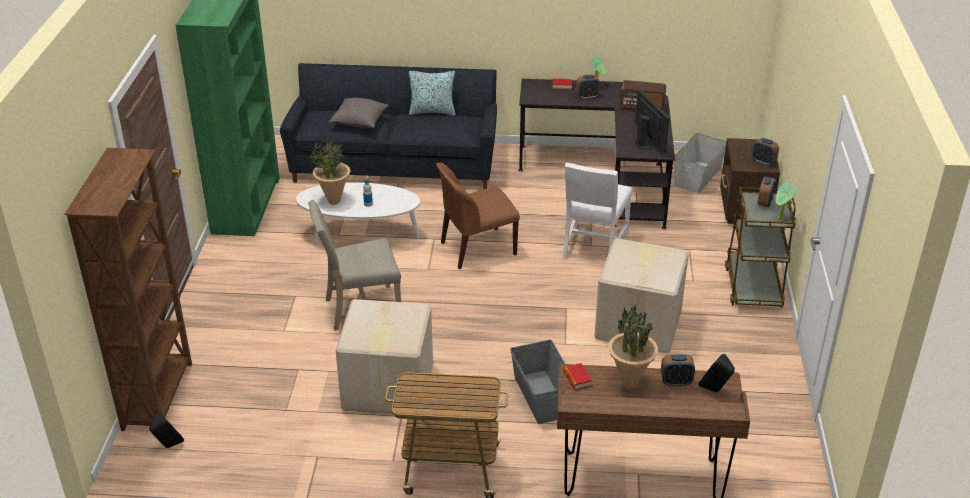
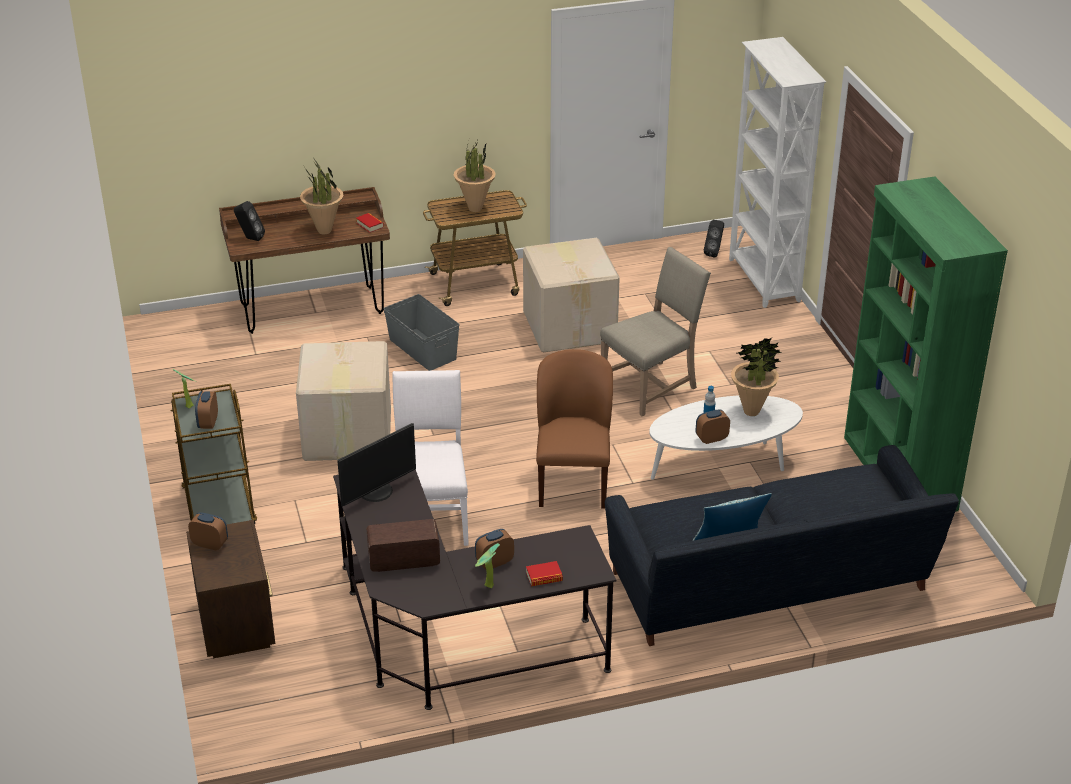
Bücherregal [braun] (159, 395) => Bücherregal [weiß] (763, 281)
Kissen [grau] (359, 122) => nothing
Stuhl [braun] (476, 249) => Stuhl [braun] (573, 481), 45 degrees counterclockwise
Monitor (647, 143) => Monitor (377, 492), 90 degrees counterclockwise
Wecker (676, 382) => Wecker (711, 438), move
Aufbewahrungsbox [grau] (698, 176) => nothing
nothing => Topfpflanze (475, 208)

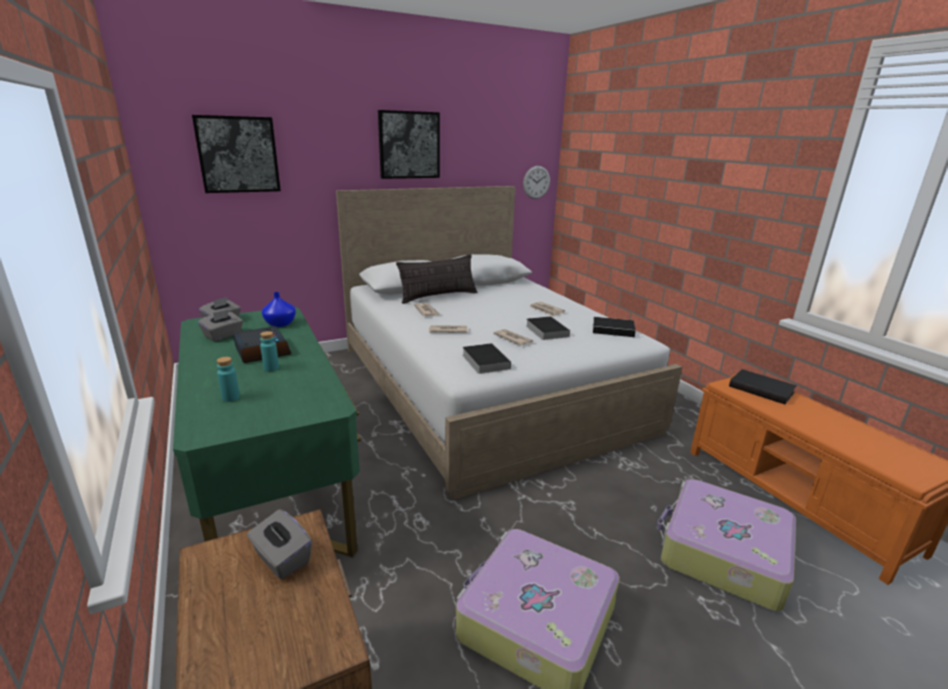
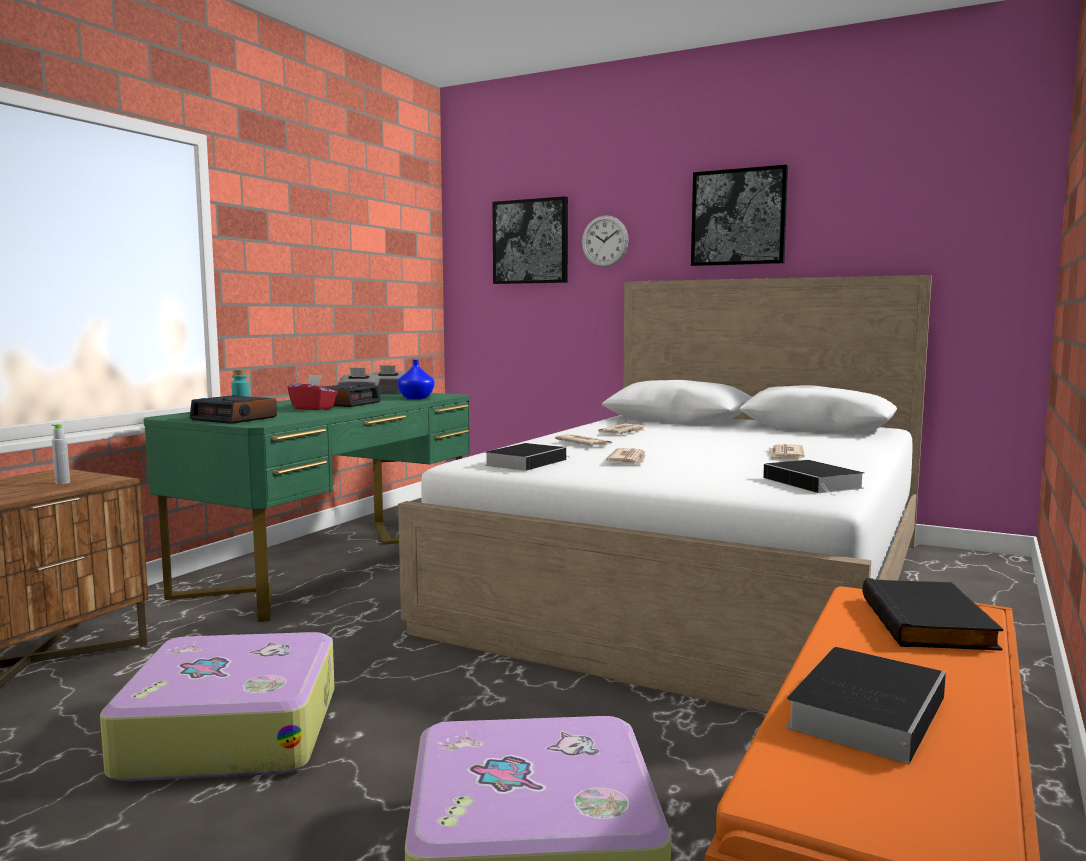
Taschentuchbox [grau] (281, 559) => Flasche [grau] (62, 483)
Flasche [türkis] (271, 368) => Taschentuchbox [rot] (313, 408)
Kissen (438, 296) => nothing
Wanduhr (536, 182) => Wanduhr (604, 241), move
Buch (545, 330) => Buch (867, 710), move
nothing => Wecker (235, 418)

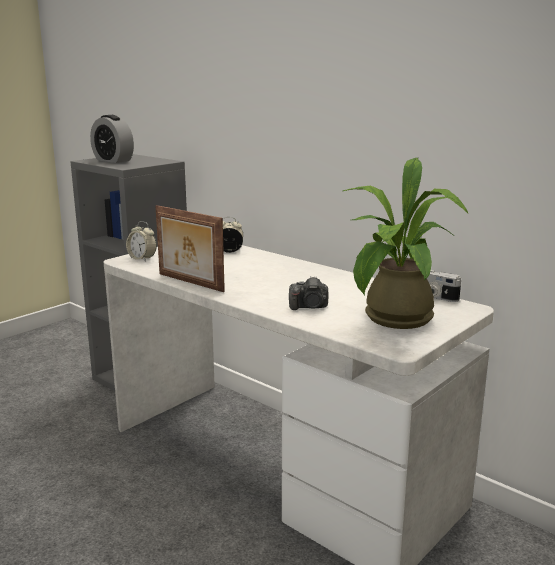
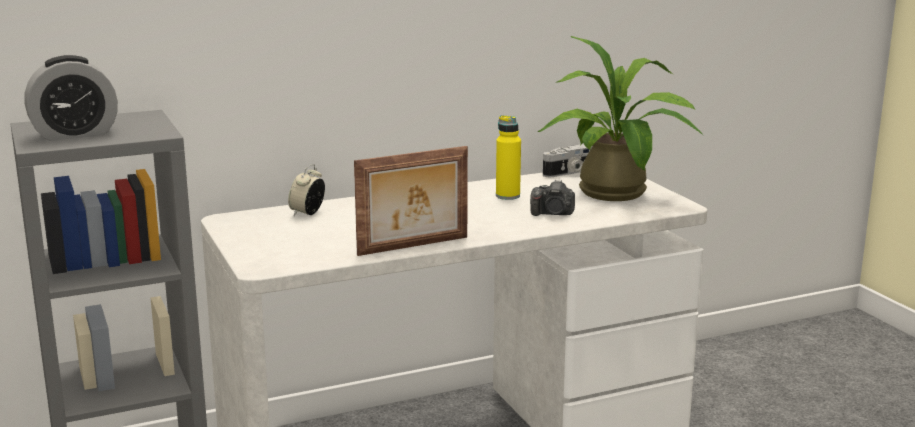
Wecker (142, 259) => nothing
Kamera (309, 307) => Kamera (553, 214), 75 degrees clockwise
nothing => Flasche [gelb] (507, 196)

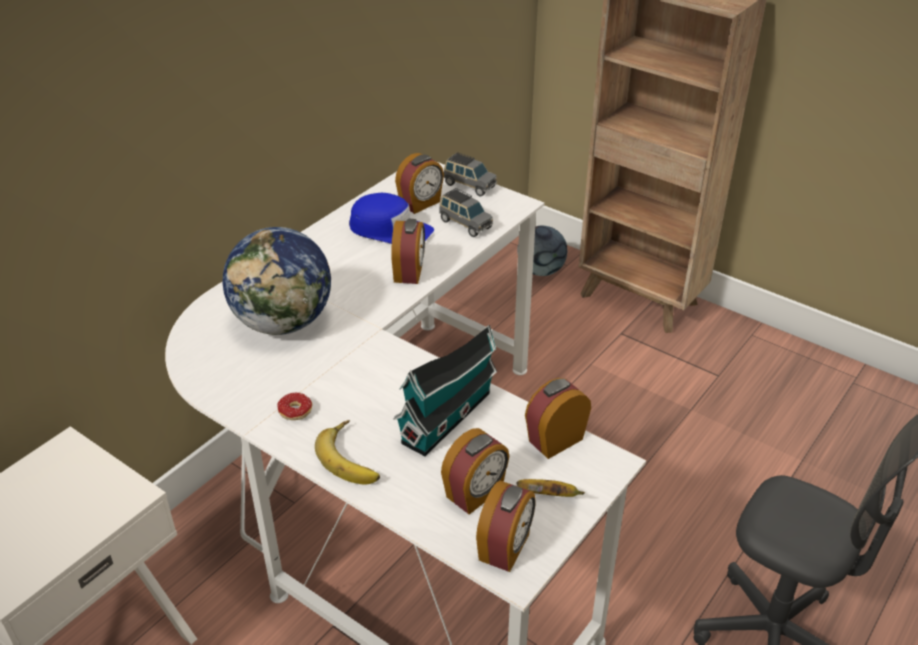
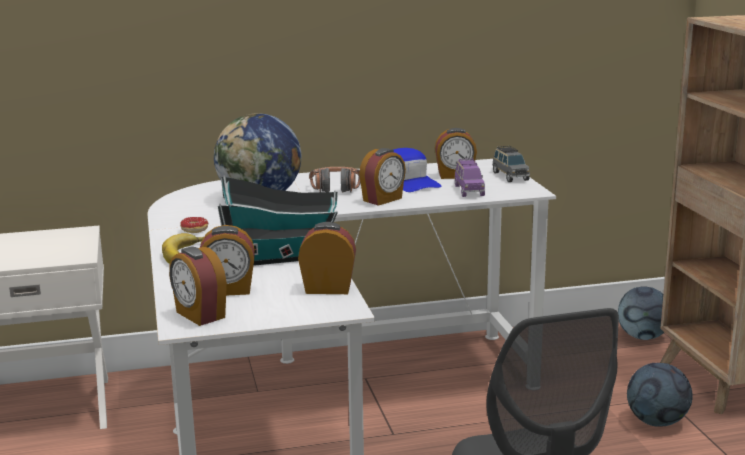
Spielzeugauto [grau] (465, 224) => Spielzeugauto [lila] (469, 190)
Wecker (505, 548) => Wecker (199, 315), 75 degrees clockwise
Banane (549, 495) => nothing
nothing => Kopfhörer (335, 188)
nothing => Fußball (657, 422)

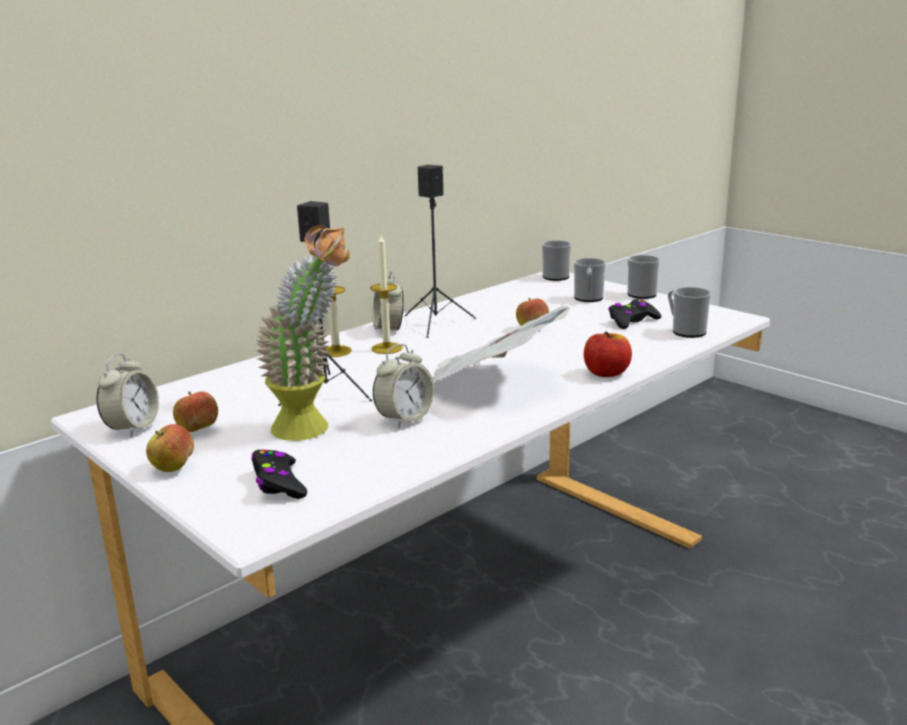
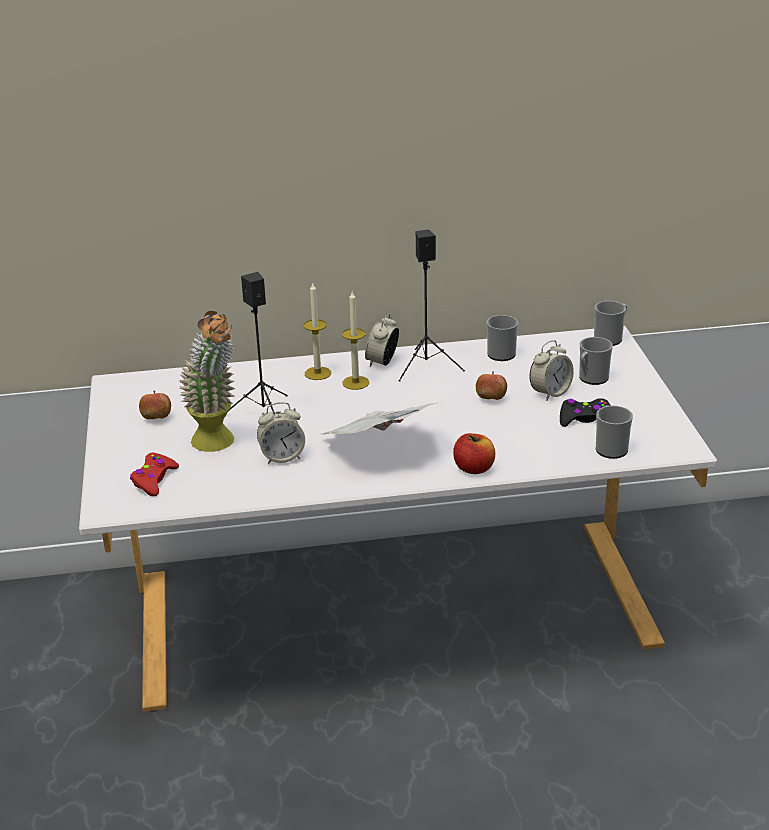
Wecker (133, 427) => Wecker (550, 393), move
Apfel (173, 468) => nothing
Gamepad [schwarz] (278, 483) => Gamepad [rot] (154, 480)
Henkelbecher (639, 293) => Henkelbecher (501, 352), move

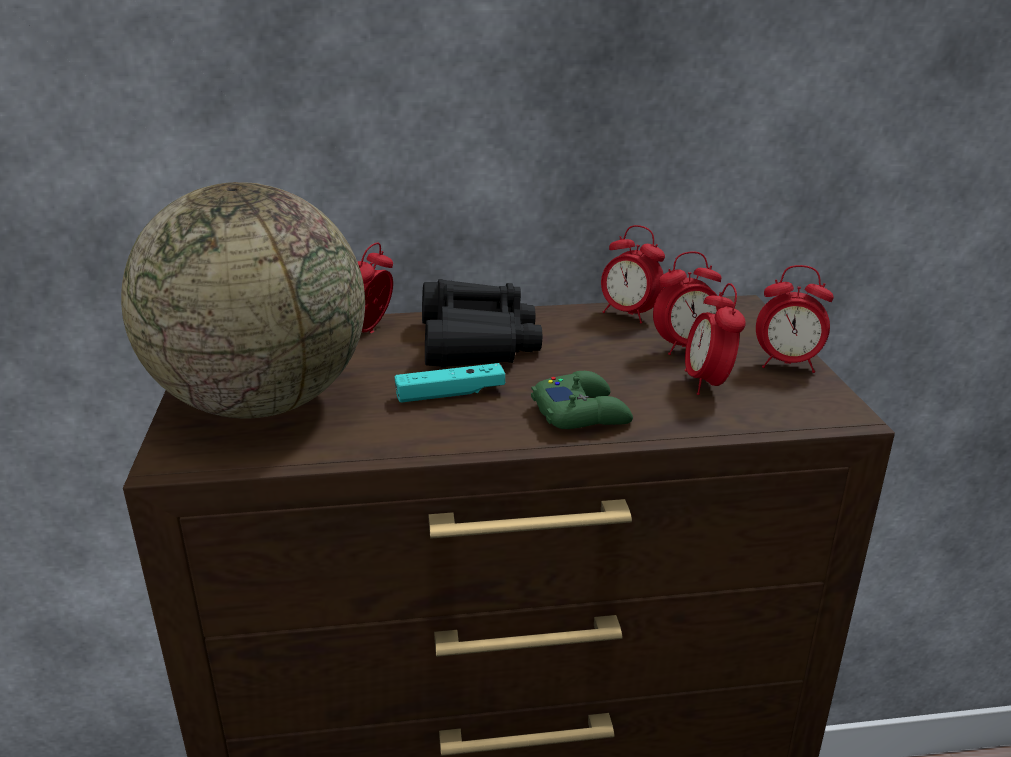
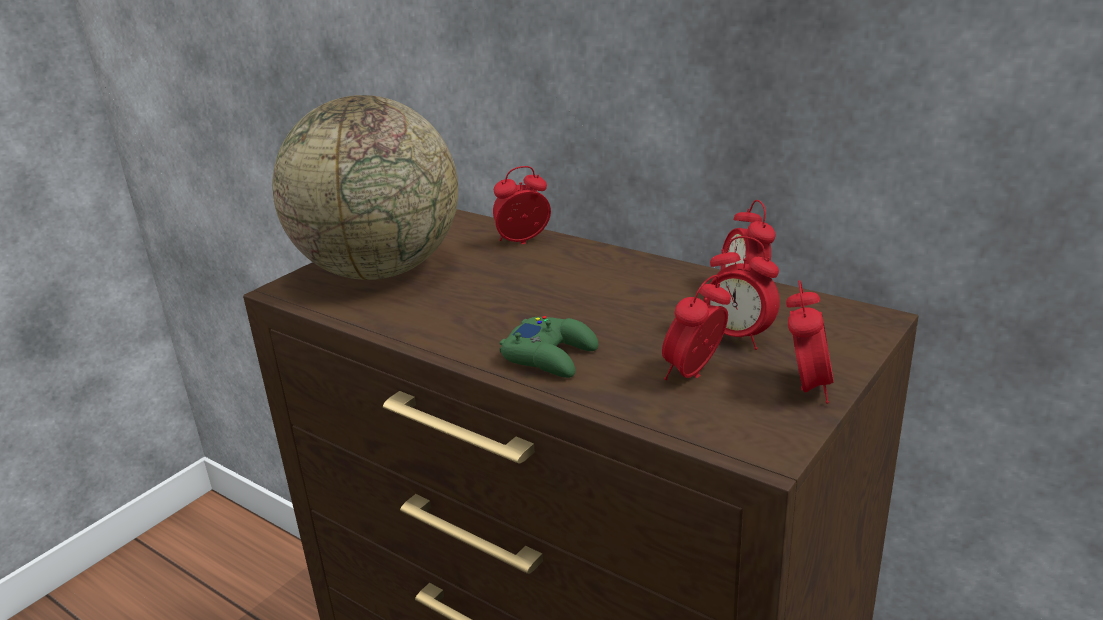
Gamepad [türkis] (450, 394) => nothing
Fernglas [schwarz] (476, 343) => nothing
Wecker (787, 364) => Wecker (806, 388), 135 degrees counterclockwise

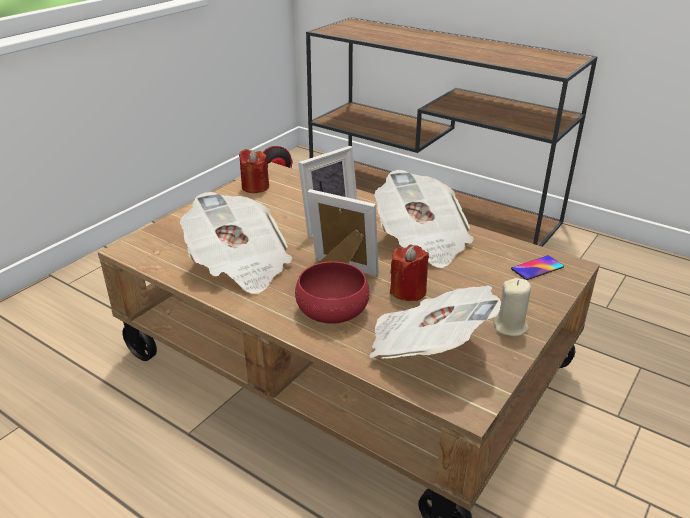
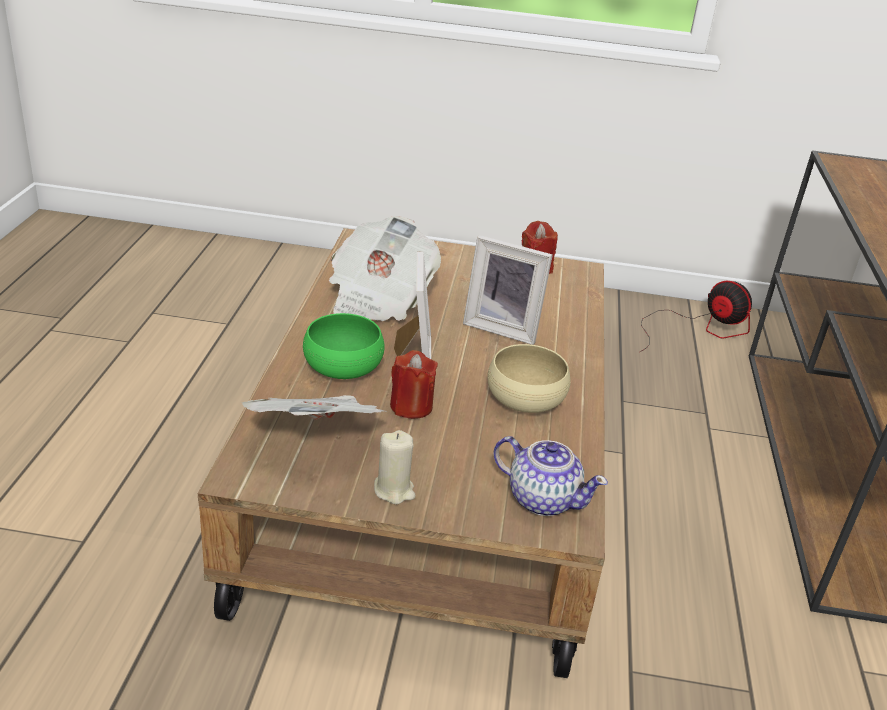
Schüssel [rot] (332, 310) => Schüssel [grün] (343, 366)
Zeitung (422, 241) => Schüssel [beige] (525, 398)
Handy (537, 268) => Teekanne (542, 499)

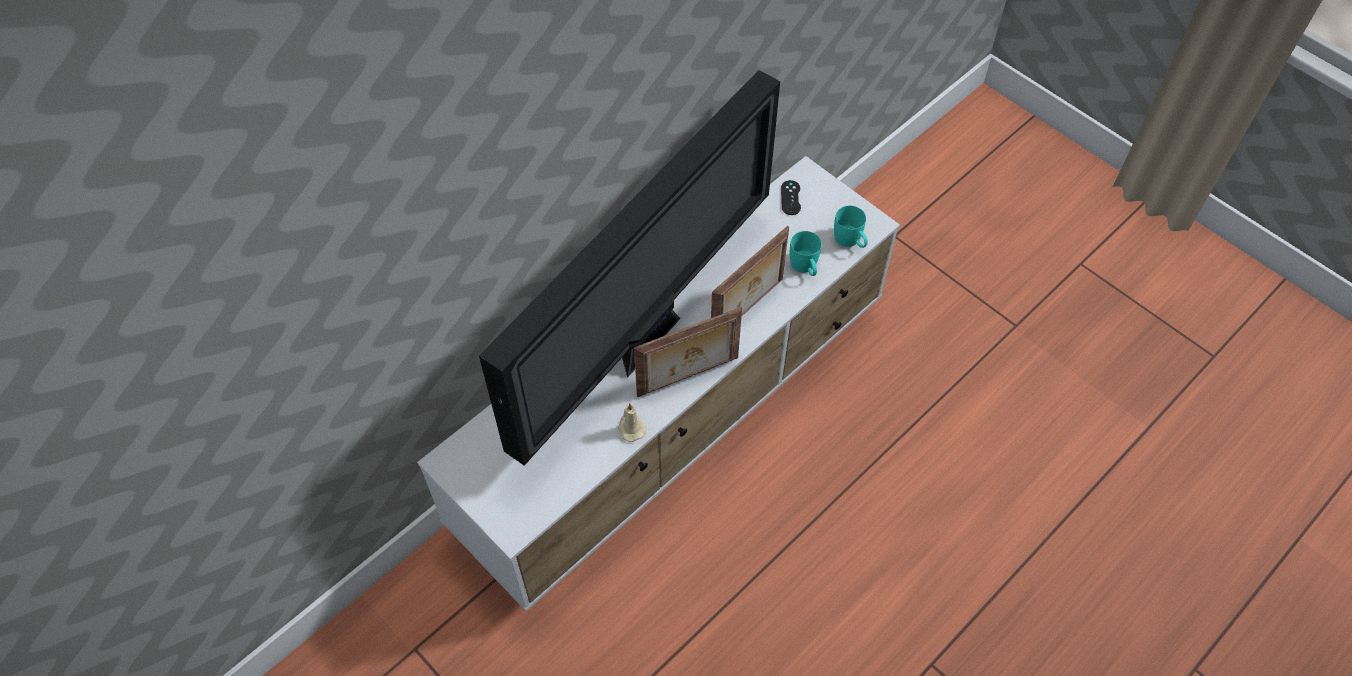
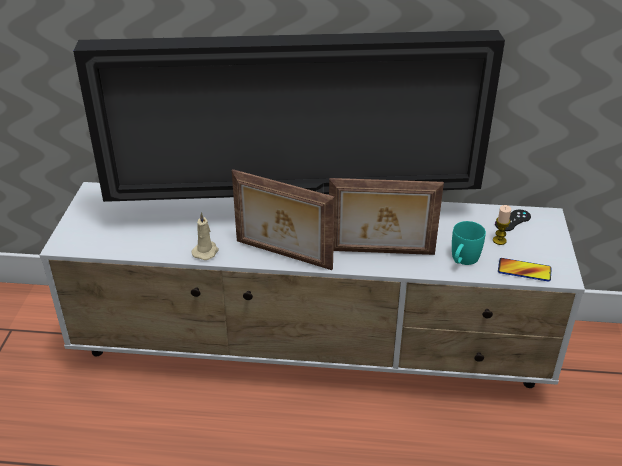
Henkelbecher [türkis] (850, 241) => Handy (524, 270)
nothing => Kerze (499, 240)

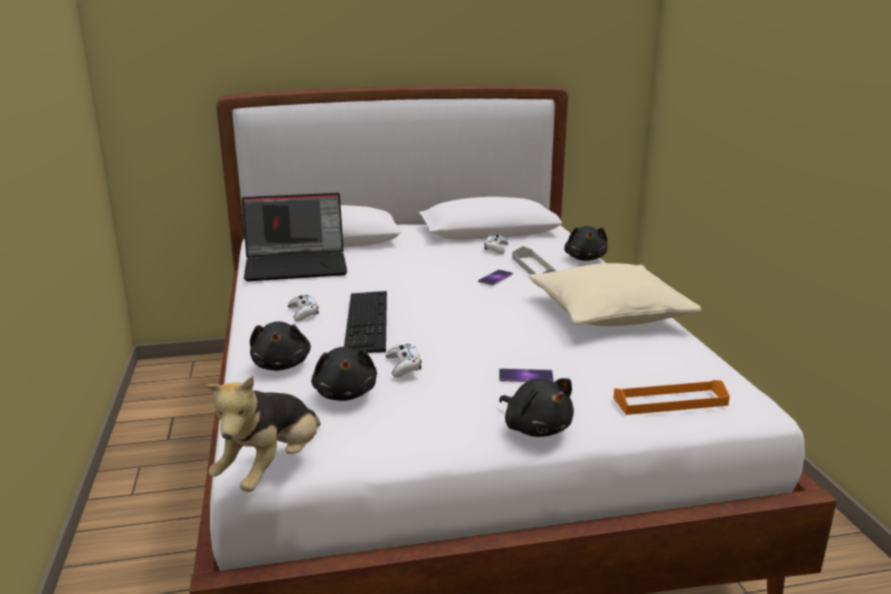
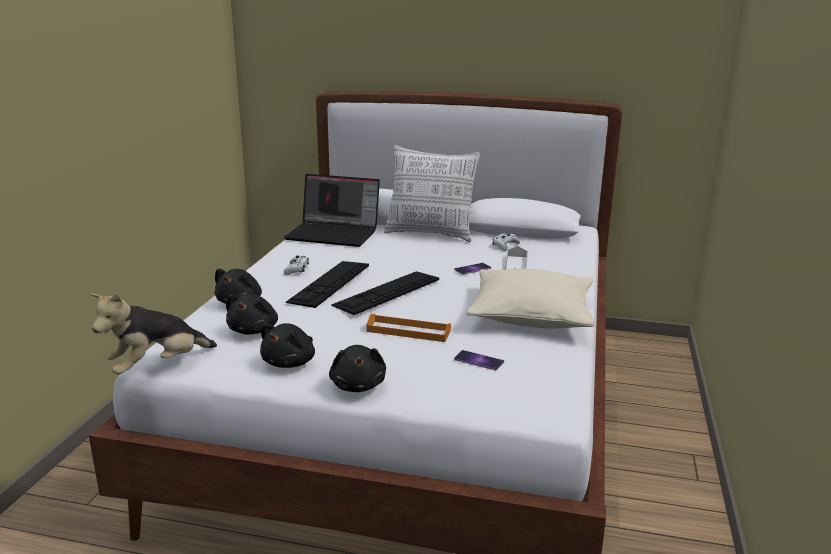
Gamepad [weiß] (403, 366) => nothing
Handy (526, 376) => Handy (478, 360), move
Plüschtier [schwarz] (585, 258) => Plüschtier [schwarz] (290, 362), move
Tablett [orange] (670, 401) => Tablett [orange] (408, 331), move
nothing => Tastatur (387, 292)
nothing => Kissen (430, 234)

